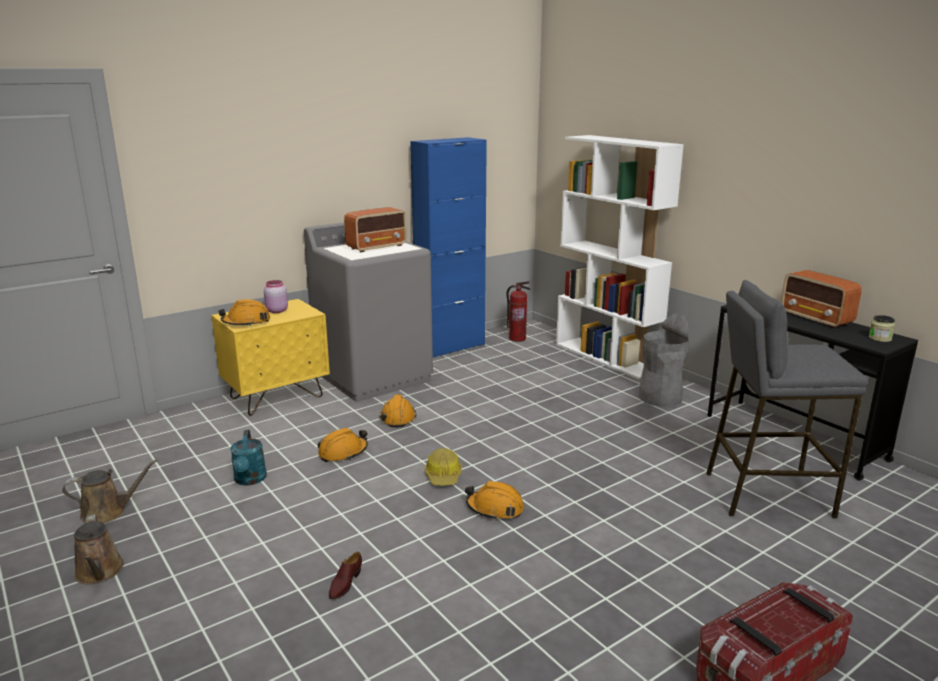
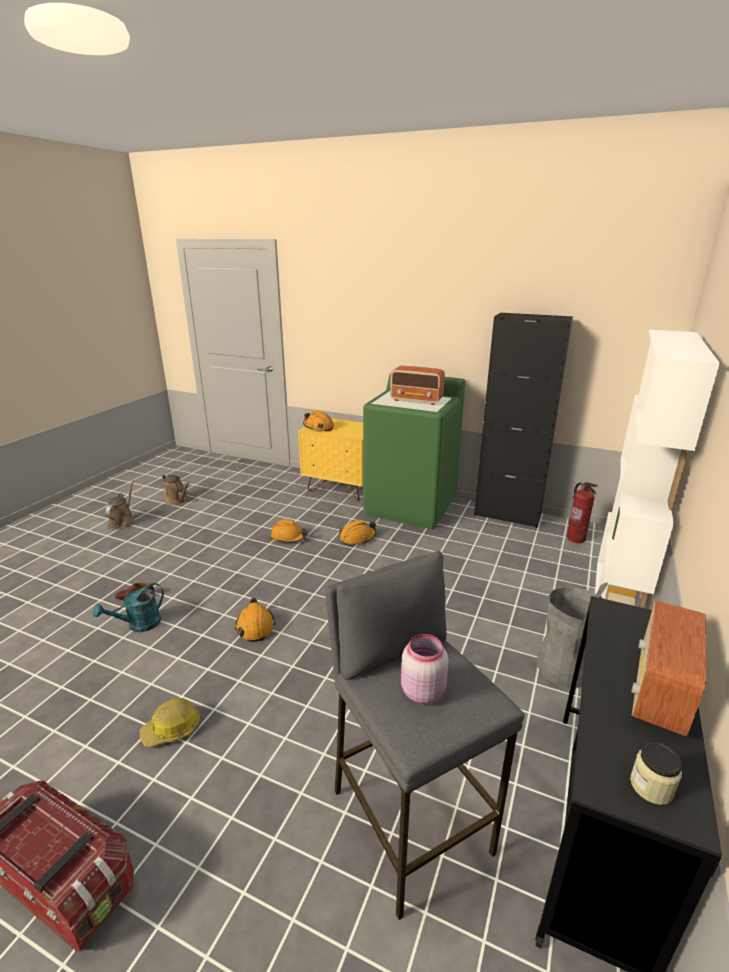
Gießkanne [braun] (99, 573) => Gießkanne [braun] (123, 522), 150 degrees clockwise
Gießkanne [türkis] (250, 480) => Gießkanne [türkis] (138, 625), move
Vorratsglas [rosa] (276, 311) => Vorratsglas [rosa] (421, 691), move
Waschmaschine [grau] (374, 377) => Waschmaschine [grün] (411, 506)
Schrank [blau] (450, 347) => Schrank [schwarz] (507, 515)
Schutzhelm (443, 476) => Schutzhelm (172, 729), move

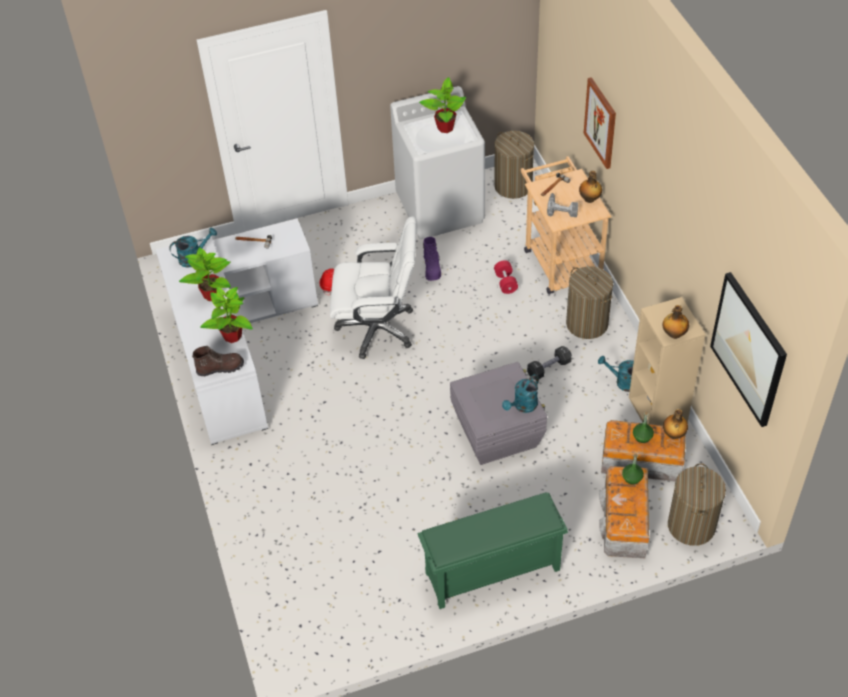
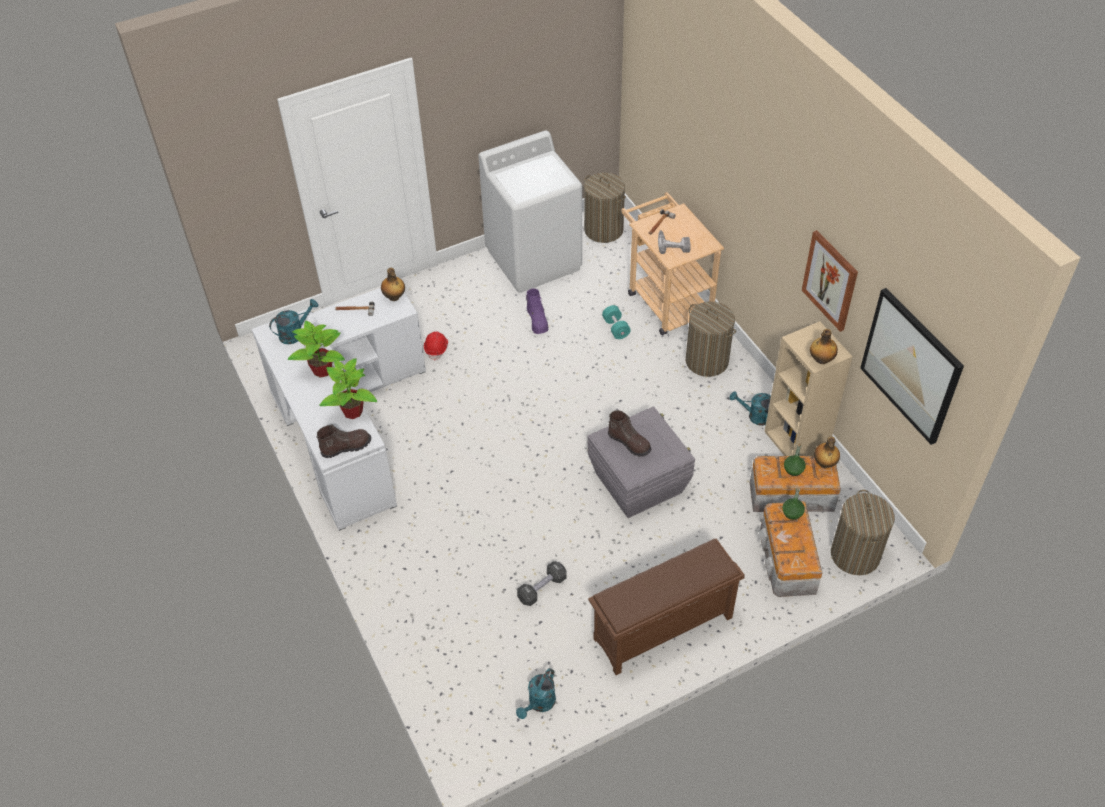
Bürostuhl [weiß] (378, 328) => nothing
Schuhregal [grün] (491, 572) => Schuhregal [braun] (662, 629)
Topfpflanze (445, 127) => nothing
Hantel [rot] (505, 283) => Hantel [türkis] (616, 328)
Gießkanne [türkis] (523, 406) => Gießkanne [türkis] (539, 704), move
Hantel [schwarz] (549, 368) => Hantel [schwarz] (542, 588), move
Flasche (589, 199) => Flasche (394, 297), move
Bild (601, 123) => Bild (830, 280), move
nothing => Stiefel [braun] (629, 443)

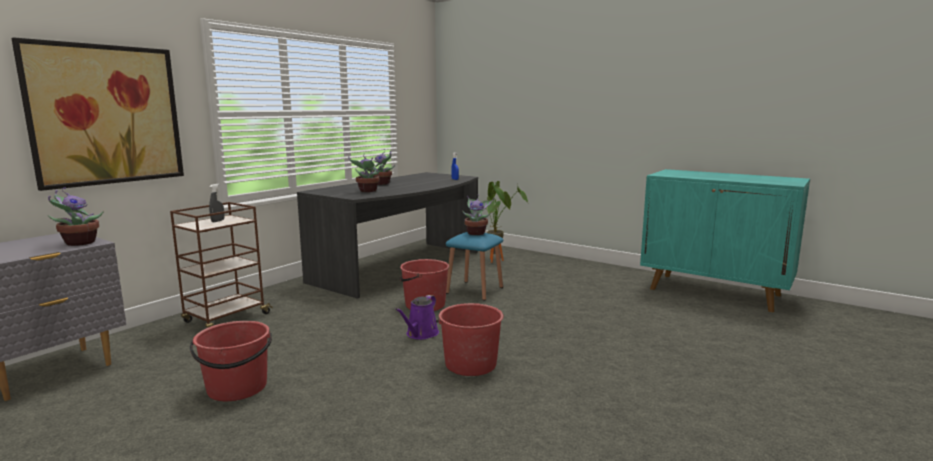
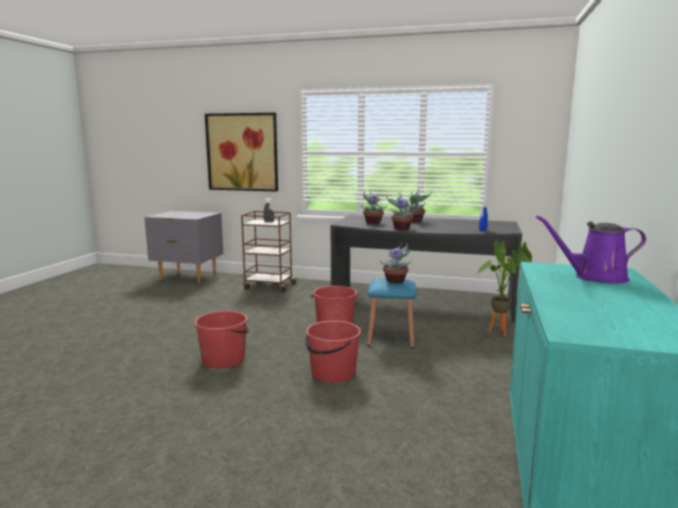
Topfpflanze (78, 243) => Topfpflanze (401, 228), move
Eimer [rot] (237, 388) => Eimer [rot] (332, 373), move
Gießkanne [lila] (420, 334) => Gießkanne [lila] (595, 277), move

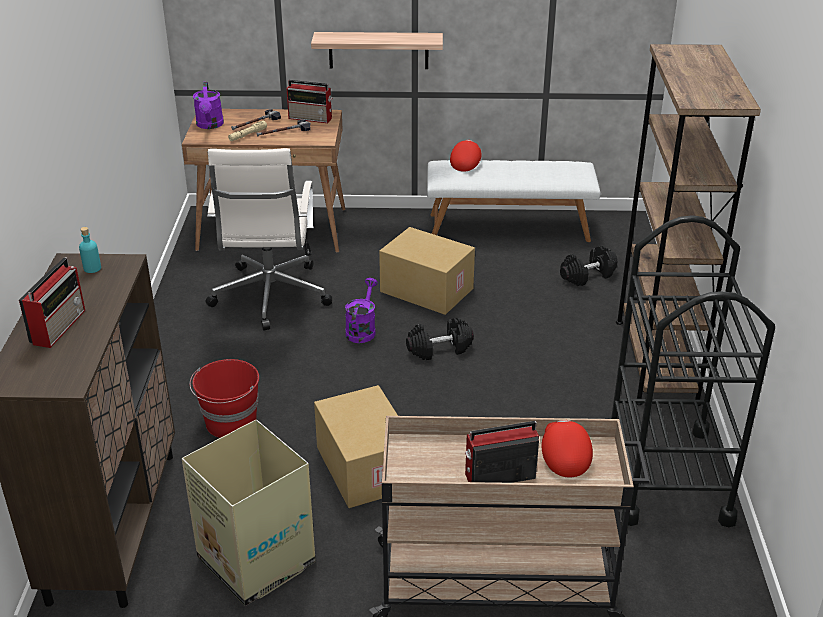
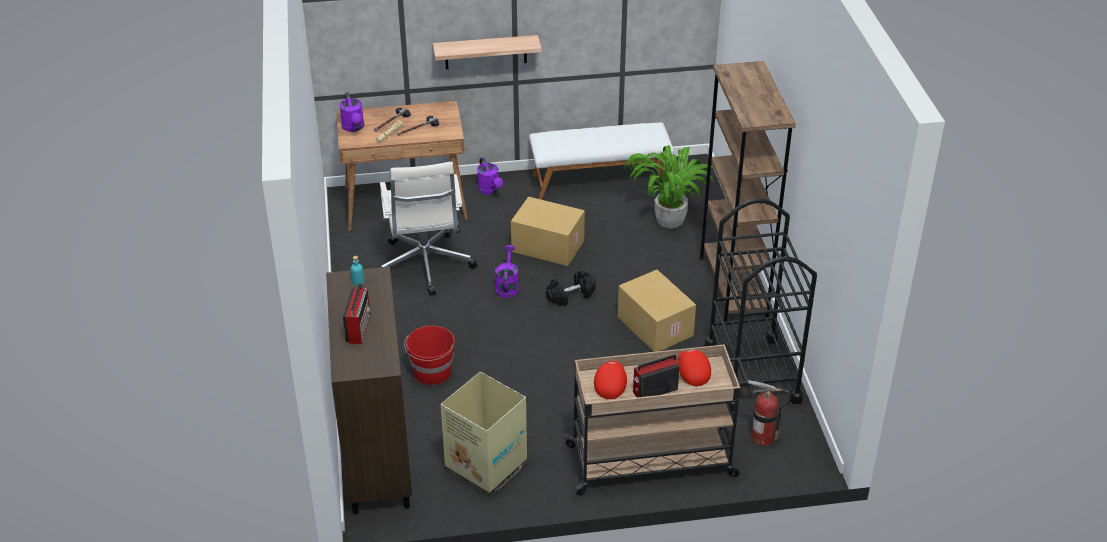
Radio (311, 118) => nothing
Karton (362, 467) => Karton (653, 326), move
Kappe [rot] (465, 163) => Kappe [rot] (610, 385), move
Hantel [schwarz] (587, 276) => Topfpflanze (671, 220)
nothing => Gießkanne [lila] (490, 190)
nothing => Feuerlöscher (762, 438)

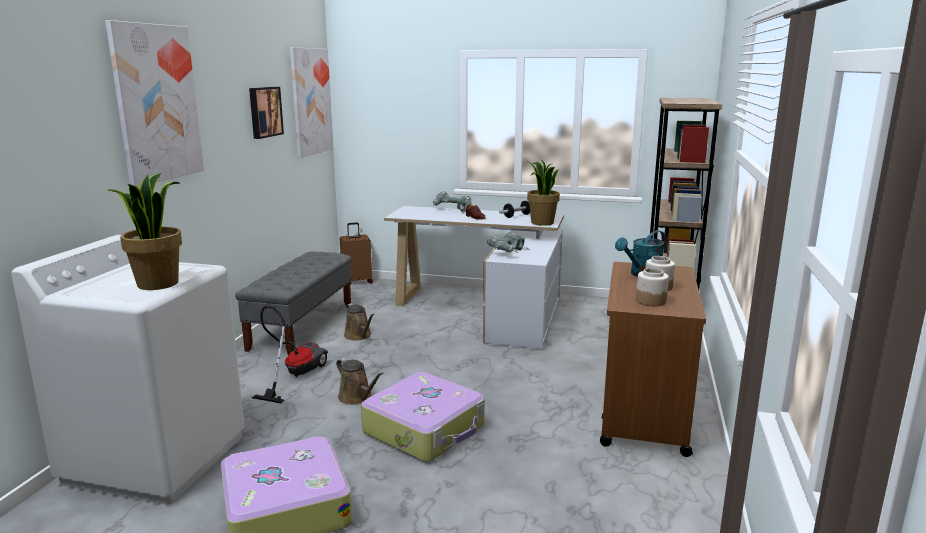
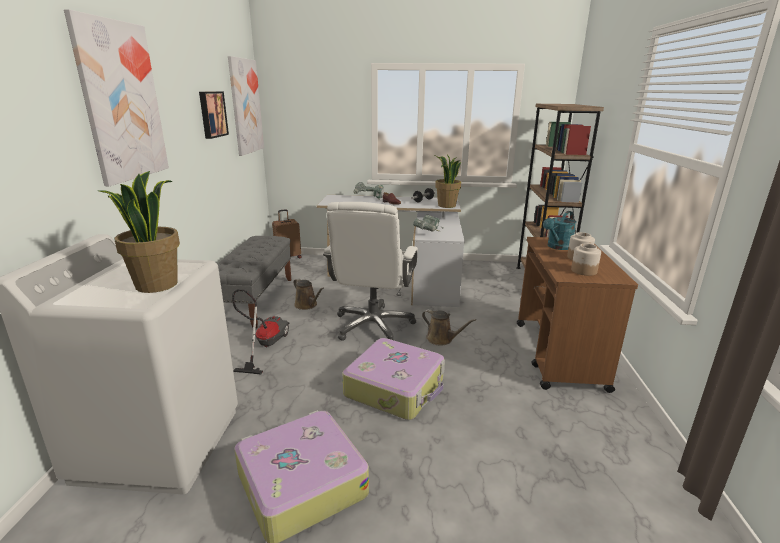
Gießkanne [braun] (357, 398) => Gießkanne [braun] (442, 339), move
nothing => Bürostuhl [weiß] (373, 326)

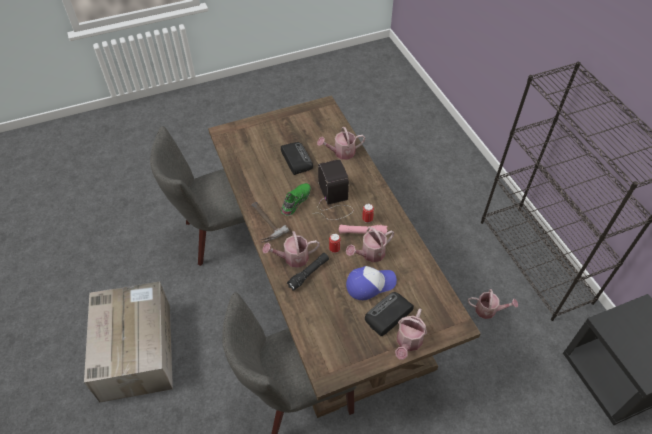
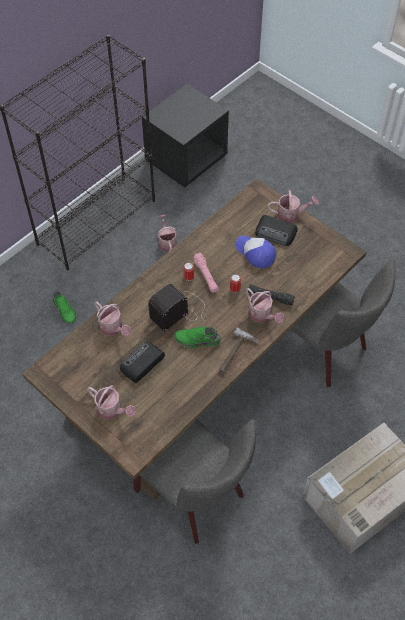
Gießkanne (370, 254) => Gießkanne (112, 410), move
nothing => Schuh [grün] (65, 310)

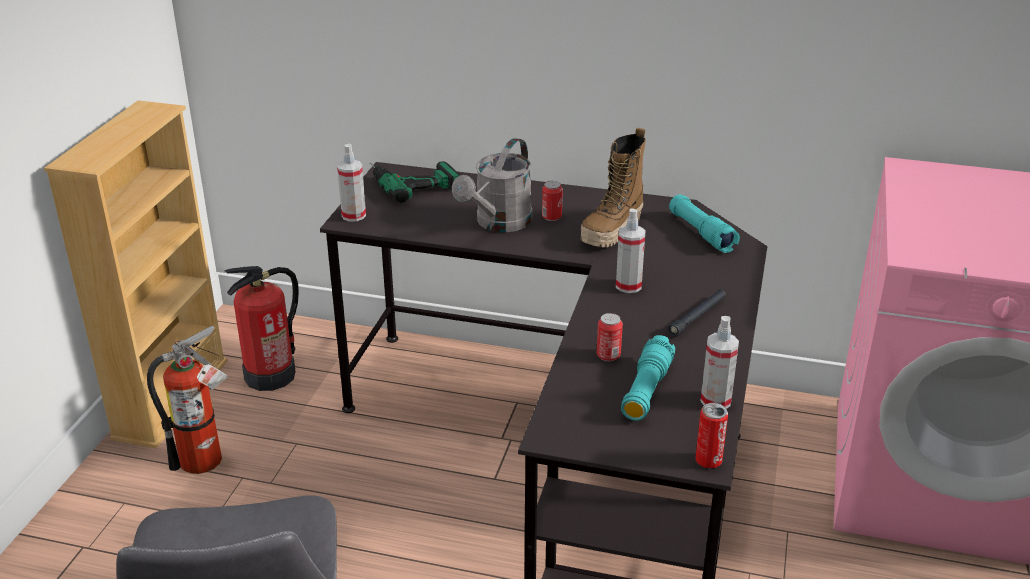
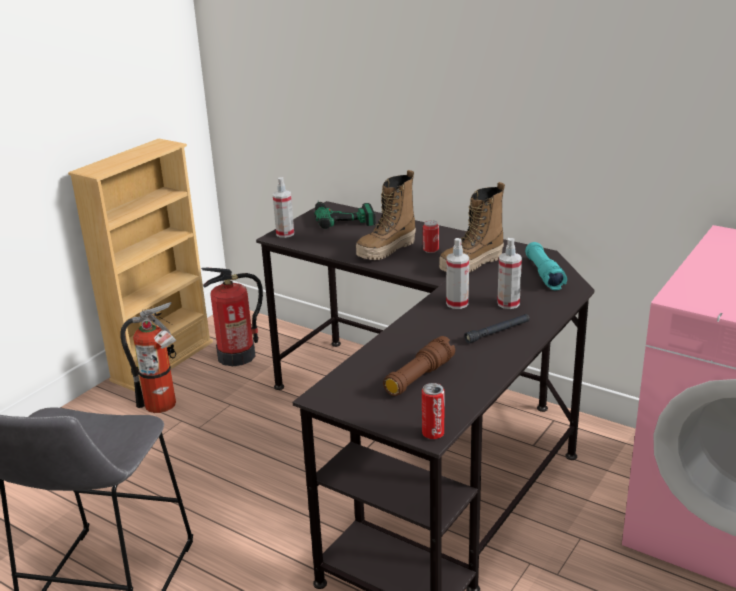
Gießkanne [grau] (498, 224) => Stiefel (386, 250)
Dose (608, 355) => nothing
Taschenlampe [türkis] (646, 390) => Taschenlampe [braun] (419, 377)
Sprühflasche (715, 401) => Sprühflasche (508, 303), move

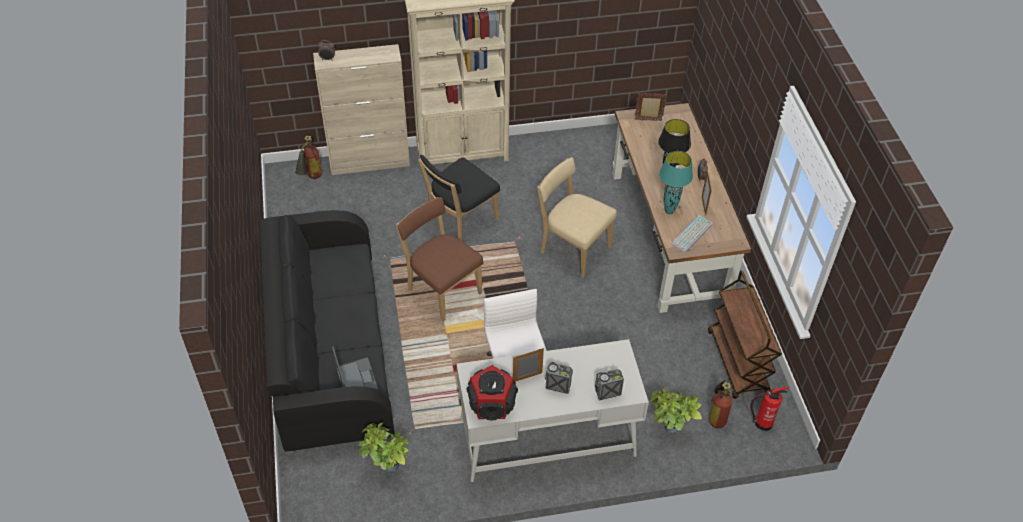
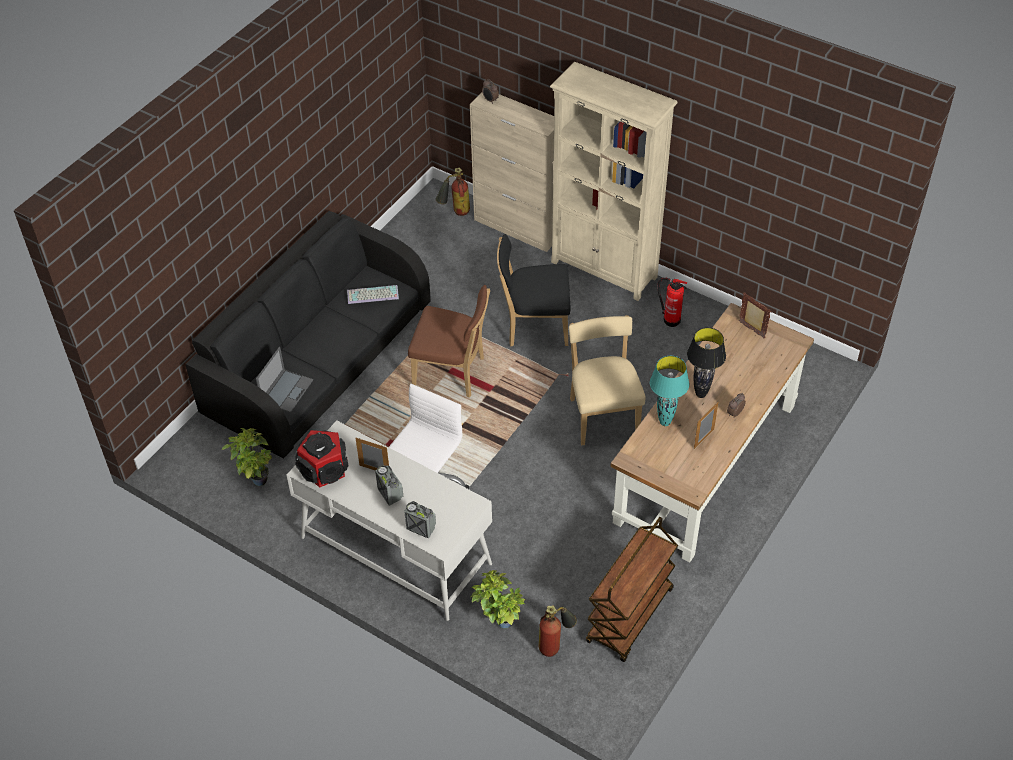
Stuhl [braun] (442, 289) => Stuhl [braun] (452, 373), 105 degrees clockwise
Tastatur (692, 235) => Tastatur (372, 296), move
Feuerlöscher (761, 423) => Feuerlöscher (670, 319), move

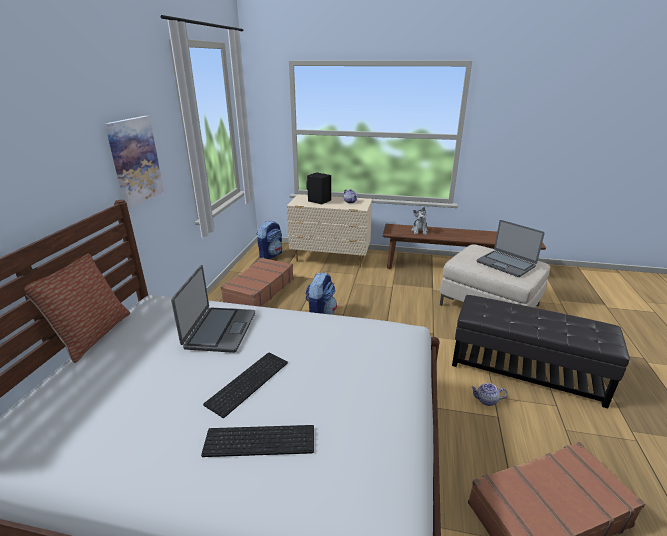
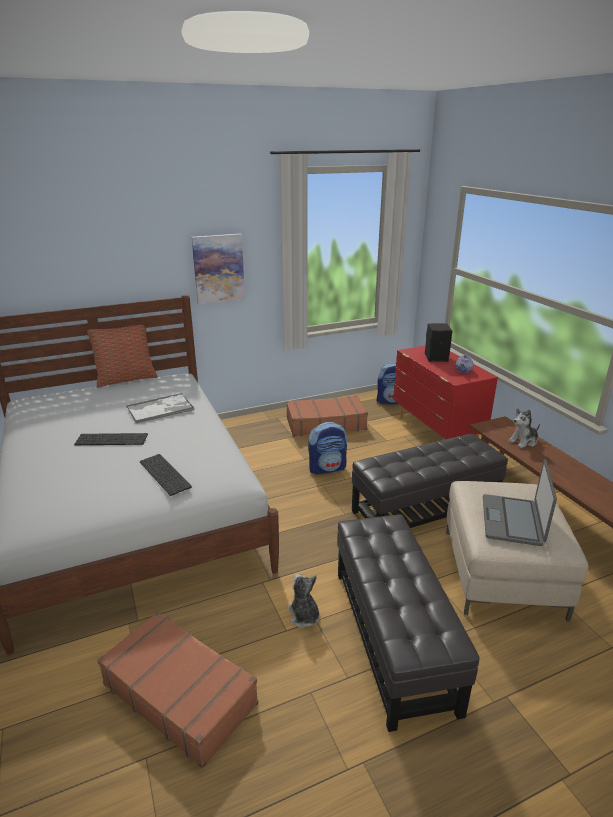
Laptop (219, 330) => Tablett (161, 409)
Tastatur (261, 439) => Tastatur (166, 474), move
Kommode [beige] (331, 259) => Kommode [rot] (436, 432)
Teekanne (486, 400) => Plüschtier (304, 616)
nothing => Polsterhocker [schwarz] (425, 508)

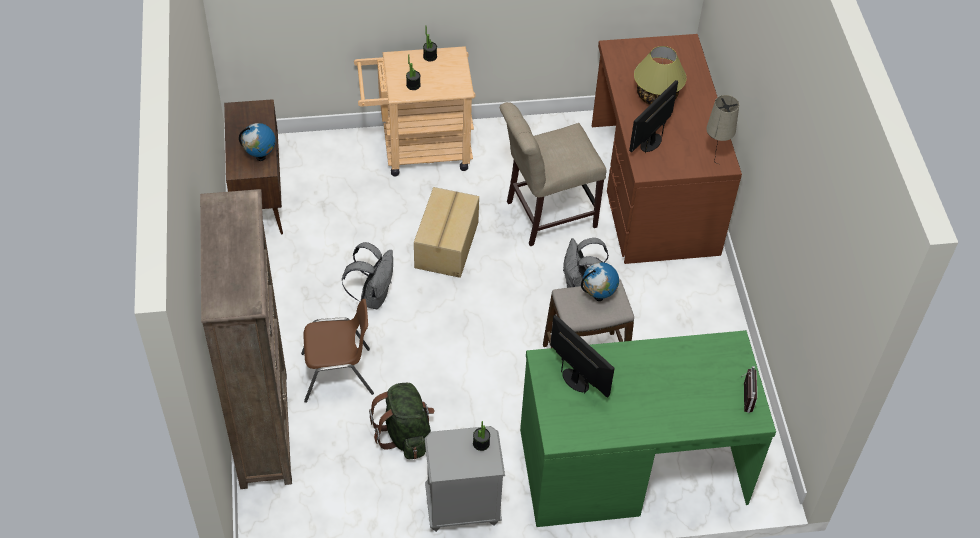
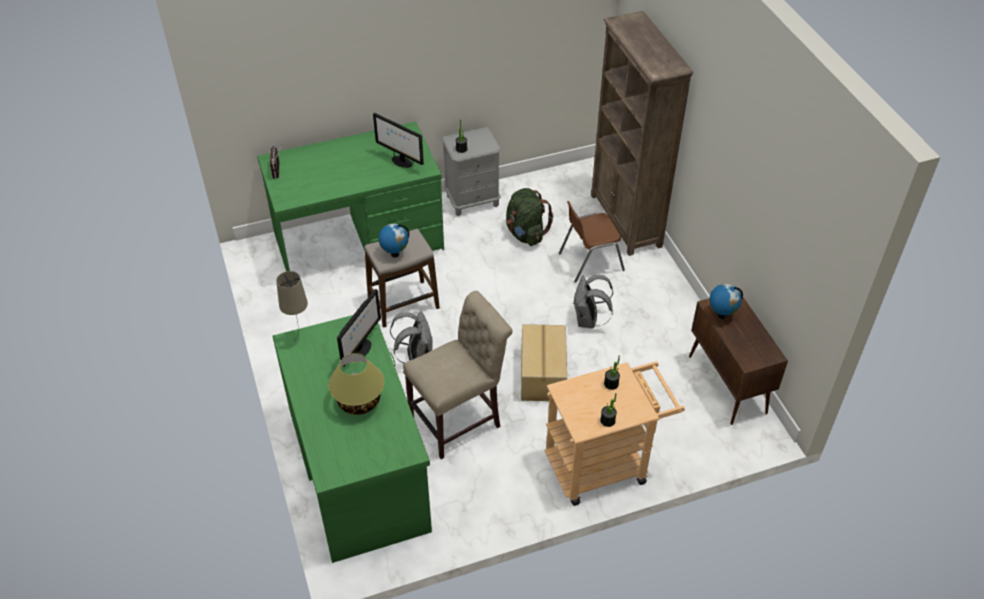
Schreibtisch [braun] (652, 189) => Schreibtisch [grün] (359, 468)

